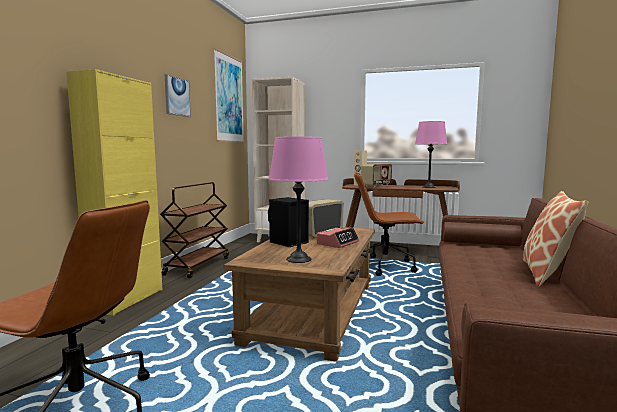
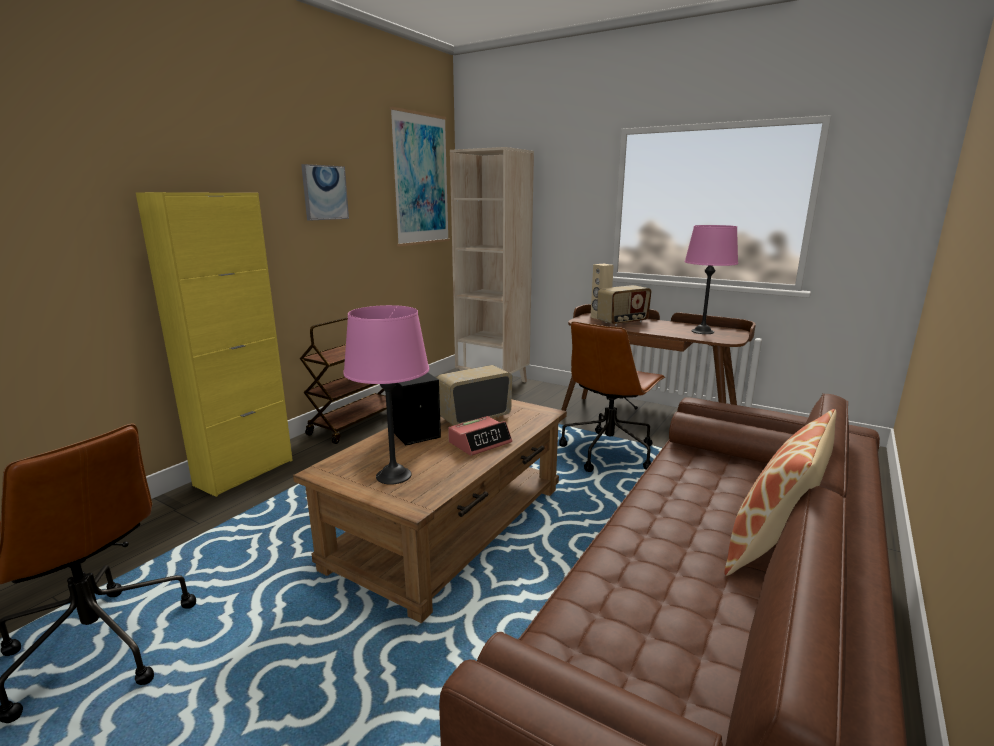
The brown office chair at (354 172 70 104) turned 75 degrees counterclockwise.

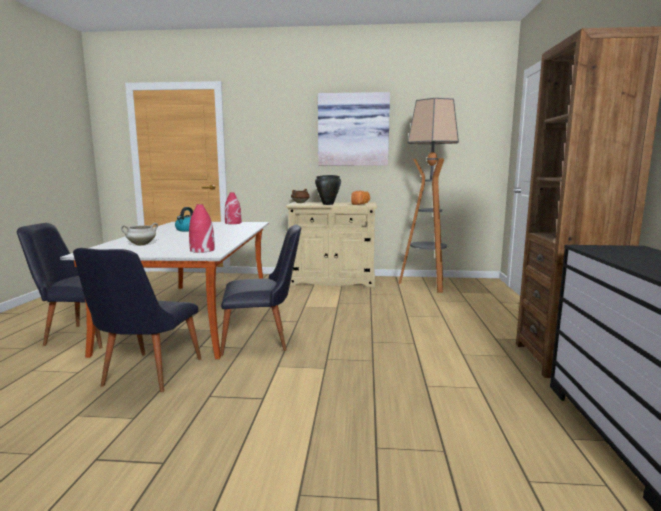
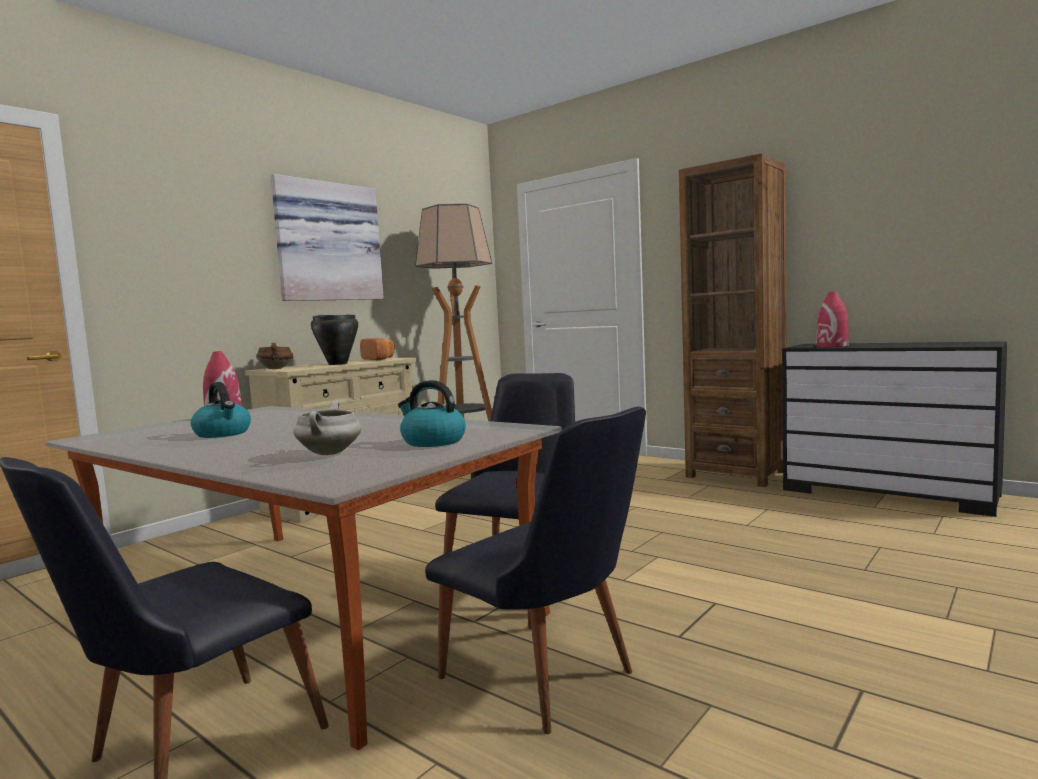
The kettle at (398 380 68 67) appeared. The red vase moved from (189 204 26 49) to (817 291 32 56).

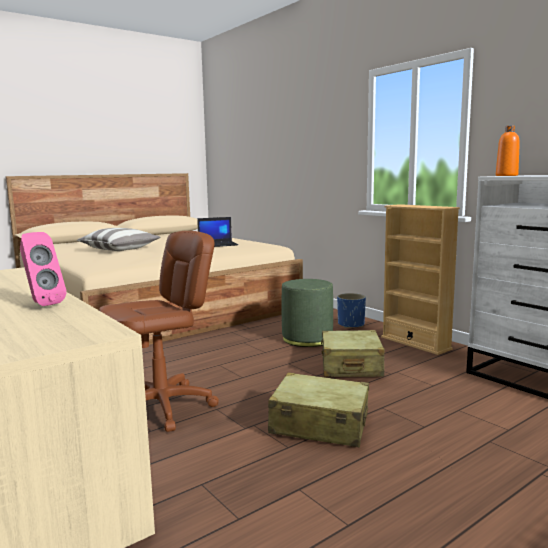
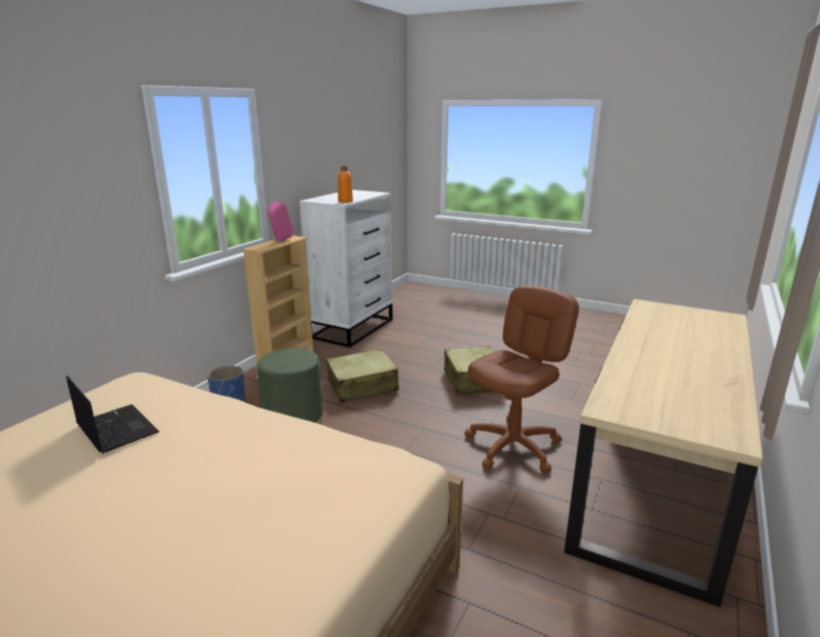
The pink speaker moved from (20 232 46 74) to (268 201 26 41). The brown office chair at (99 231 120 201) turned 105 degrees clockwise. The pillow at (77 228 83 23) disappeared.

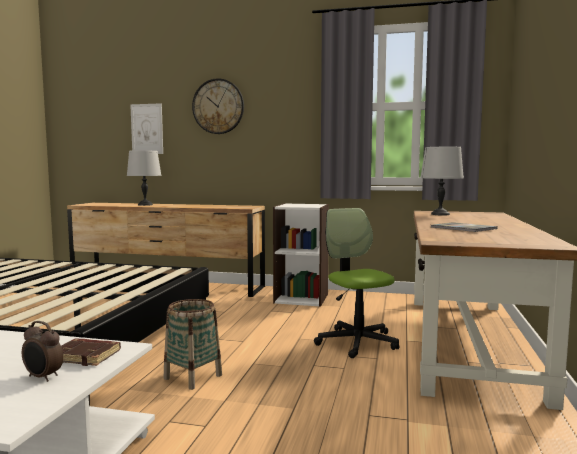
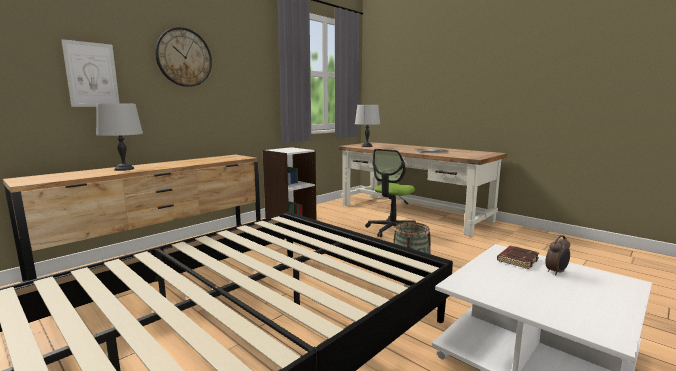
The office chair at (314 208 85 150) turned 60 degrees counterclockwise.

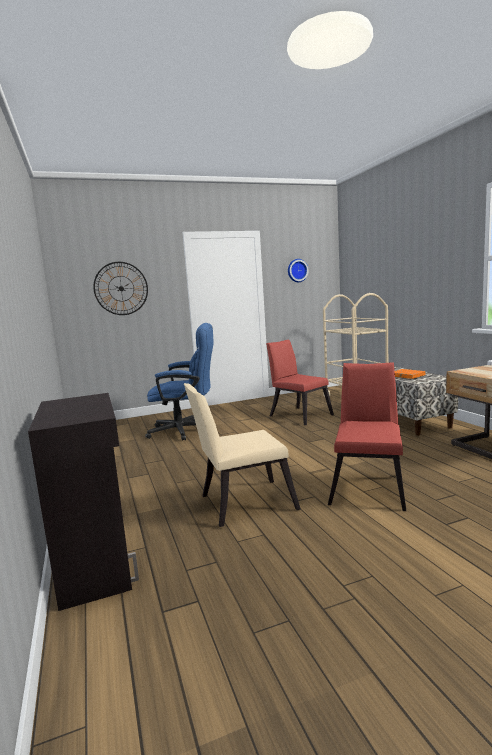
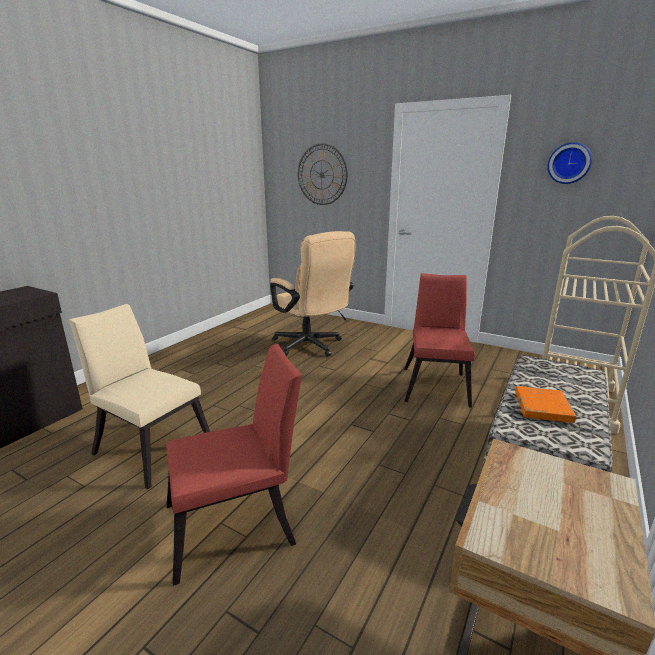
The blue office chair at (145 323 68 118) became the beige office chair at (270 231 86 126).

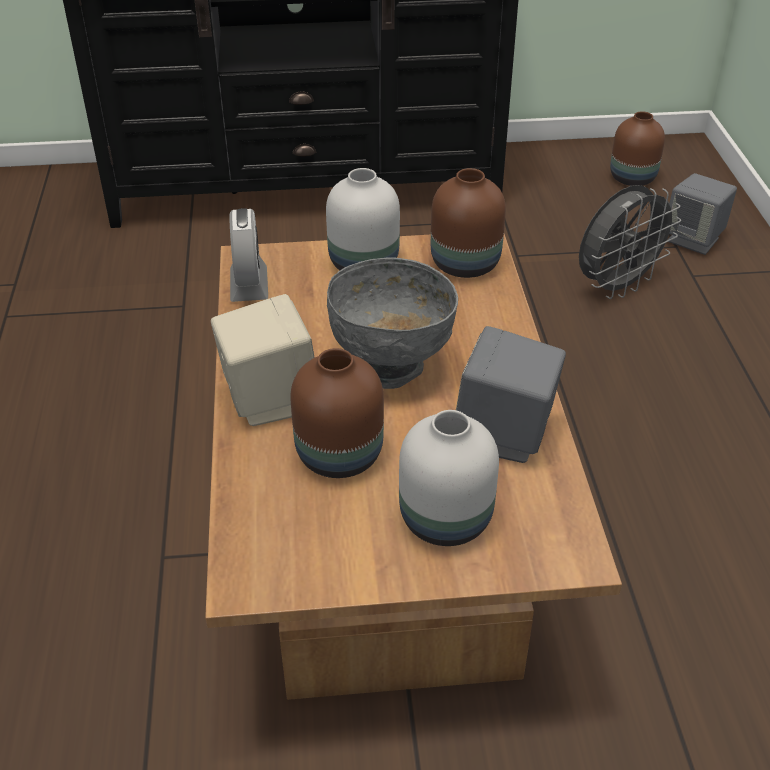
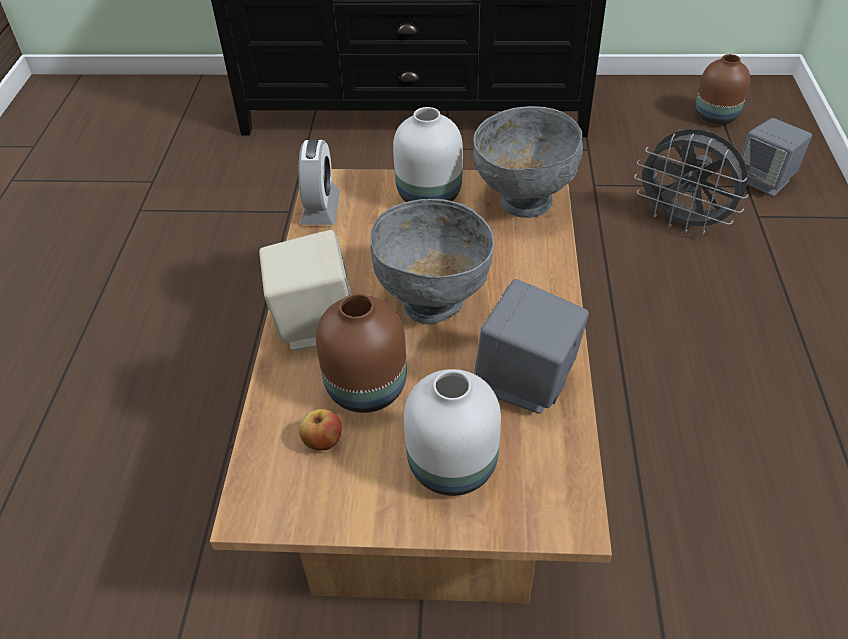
The apple at (299 409 43 42) appeared. The brown vase at (431 168 75 110) was replaced by the grey bowl at (473 106 110 112). The grey fan at (579 185 102 114) turned 60 degrees clockwise.

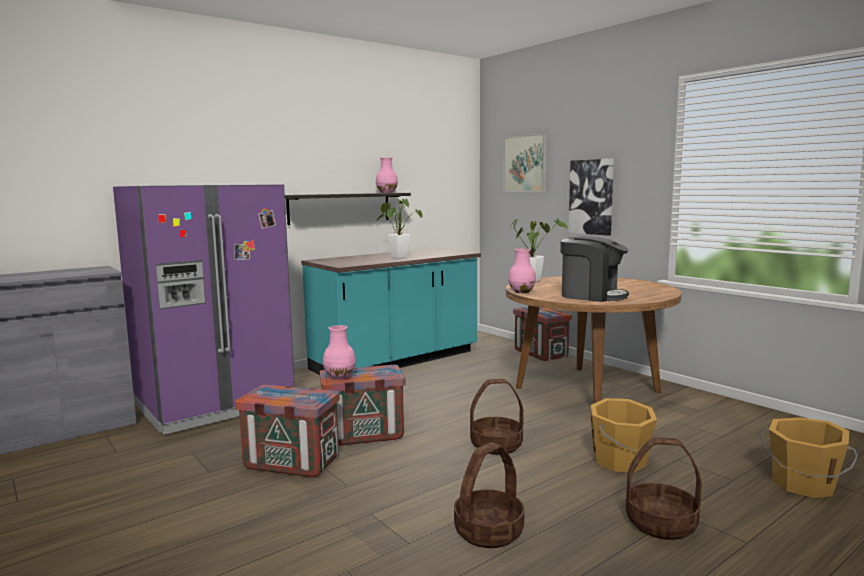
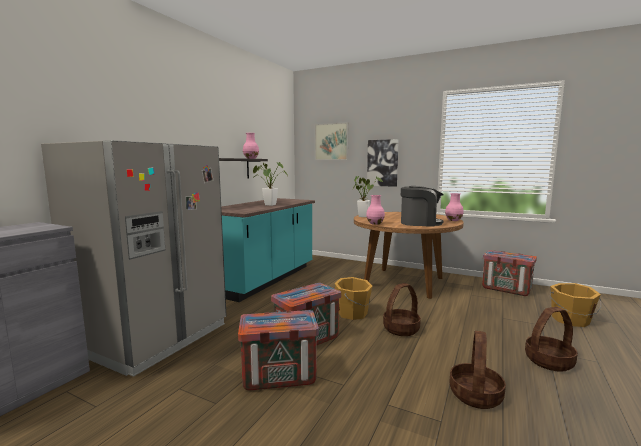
The purple fridge at (113 184 182 251) became the grey fridge at (41 140 186 237). The orange bucket moved from (590 398 67 75) to (334 277 39 43). The pink vase moved from (323 325 33 55) to (445 193 19 28). The crate moved from (513 307 59 54) to (482 250 55 46).

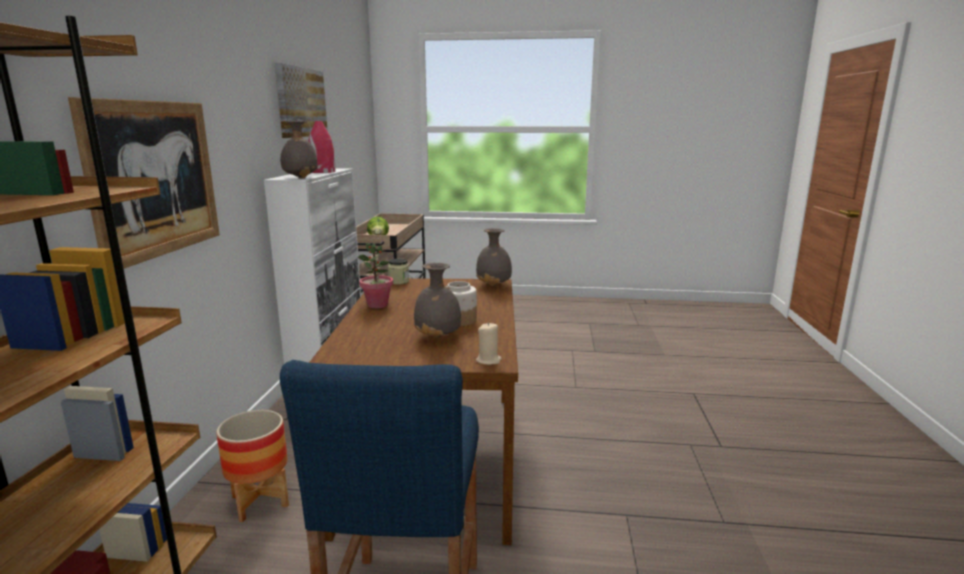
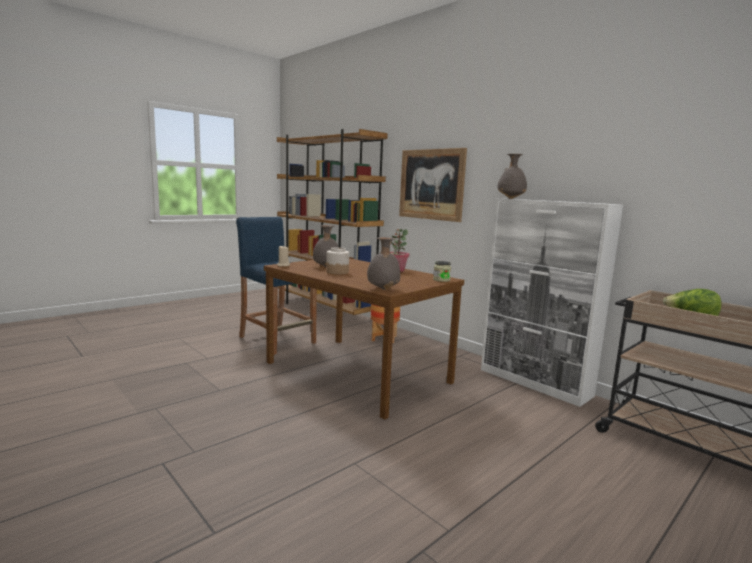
The picture at (275 63 53 75) disappeared. The red vase at (308 121 28 52) disappeared.

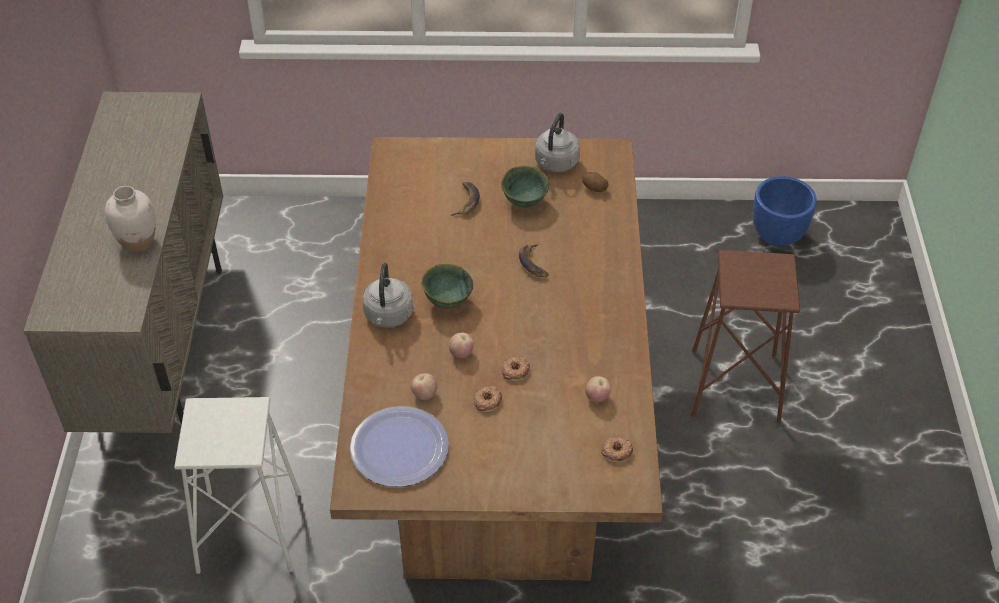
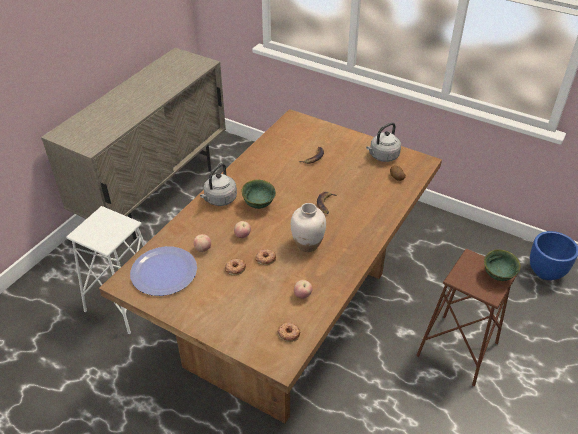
The white vase moved from (105 186 51 66) to (291 203 35 49). The green bowl moved from (501 166 48 42) to (484 249 37 32).

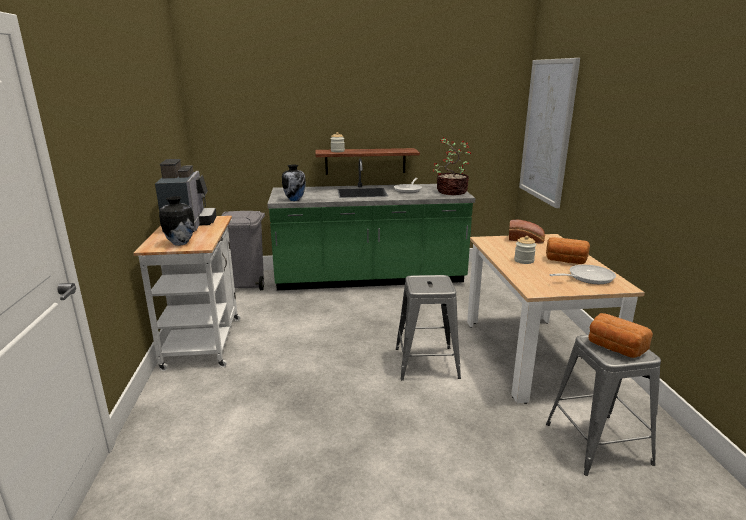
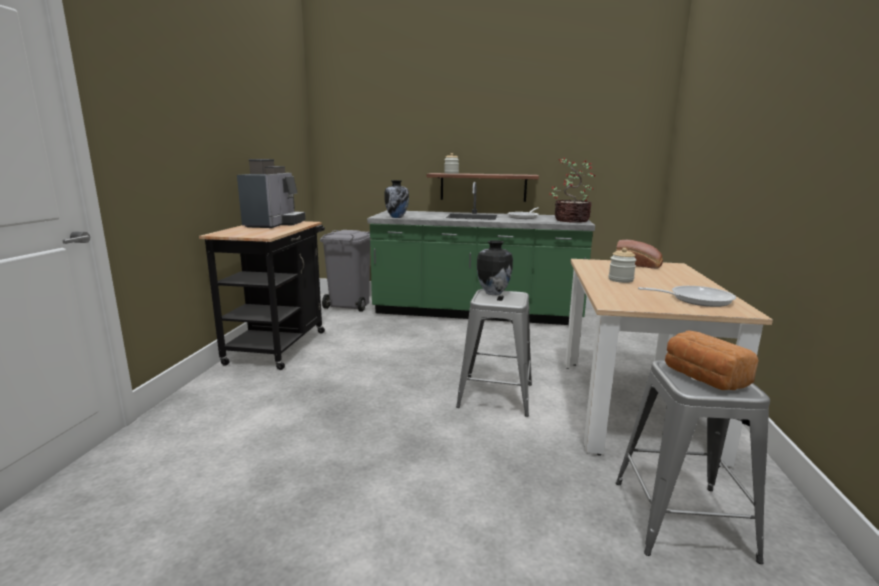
The white cart at (134 216 107 155) became the black cart at (199 221 126 149). The vase moved from (159 196 35 50) to (477 240 36 55). The picture at (519 58 61 150) disappeared. The bread at (546 237 44 27) disappeared.

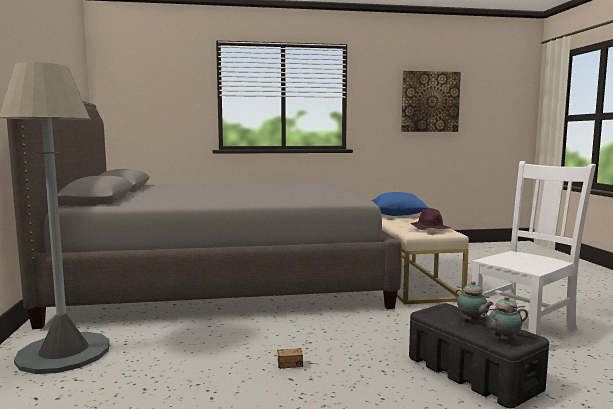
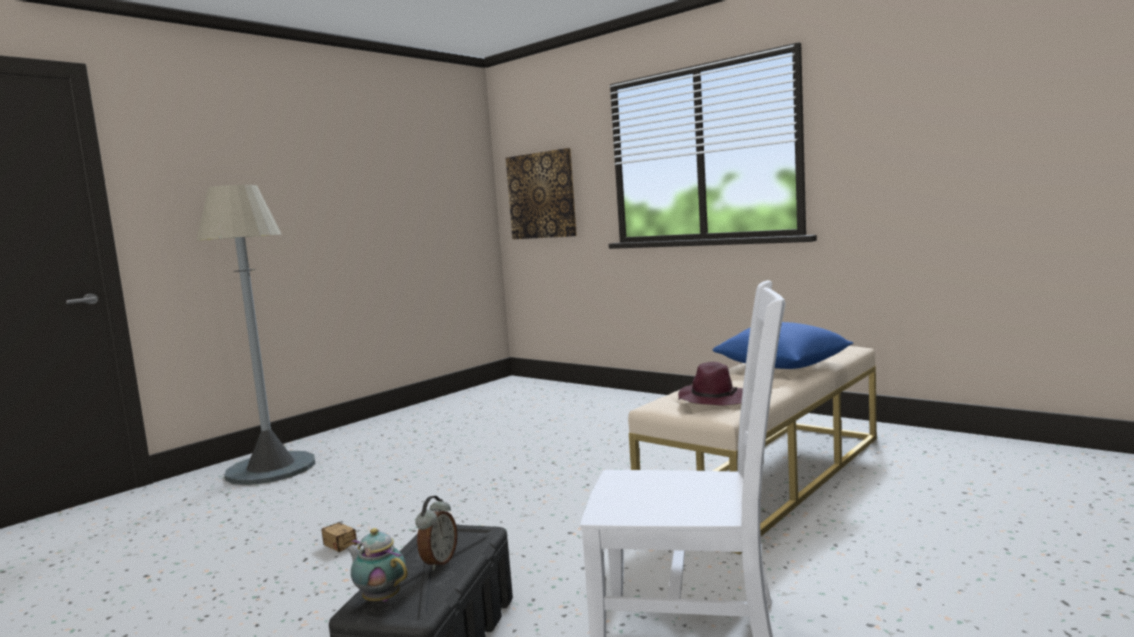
The teapot at (455 281 39 41) was replaced by the alarm clock at (415 496 42 74). The picture moved from (401 71 60 61) to (506 148 71 91). The grey bed at (7 101 395 228) disappeared.

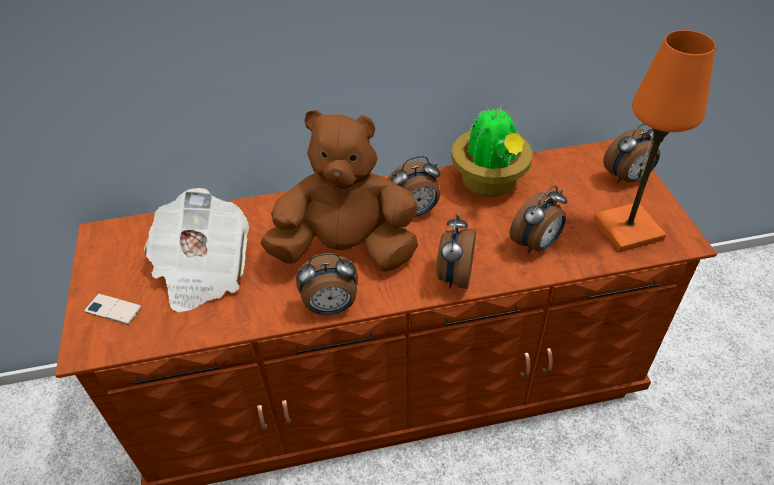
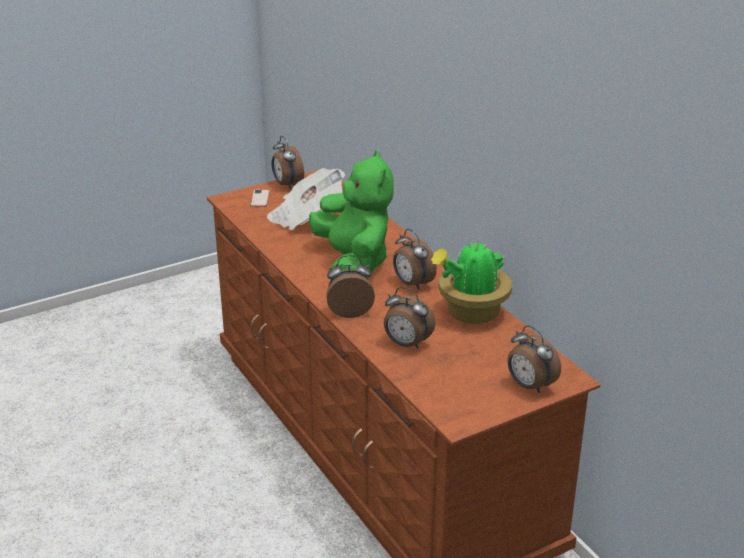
The alarm clock moved from (296 253 62 62) to (272 136 32 53). The brown plush toy at (260 110 158 162) became the green plush toy at (309 150 85 129). The orange table lamp at (593 30 123 222) disappeared.

